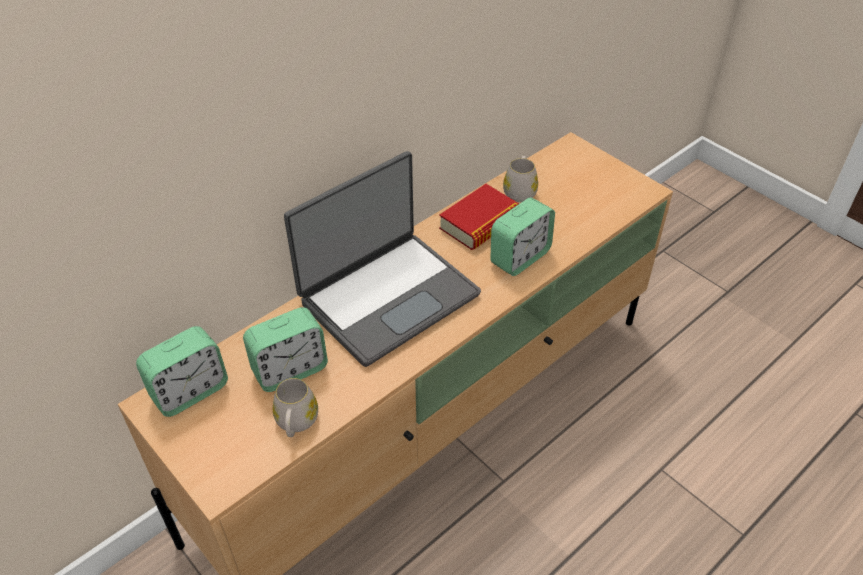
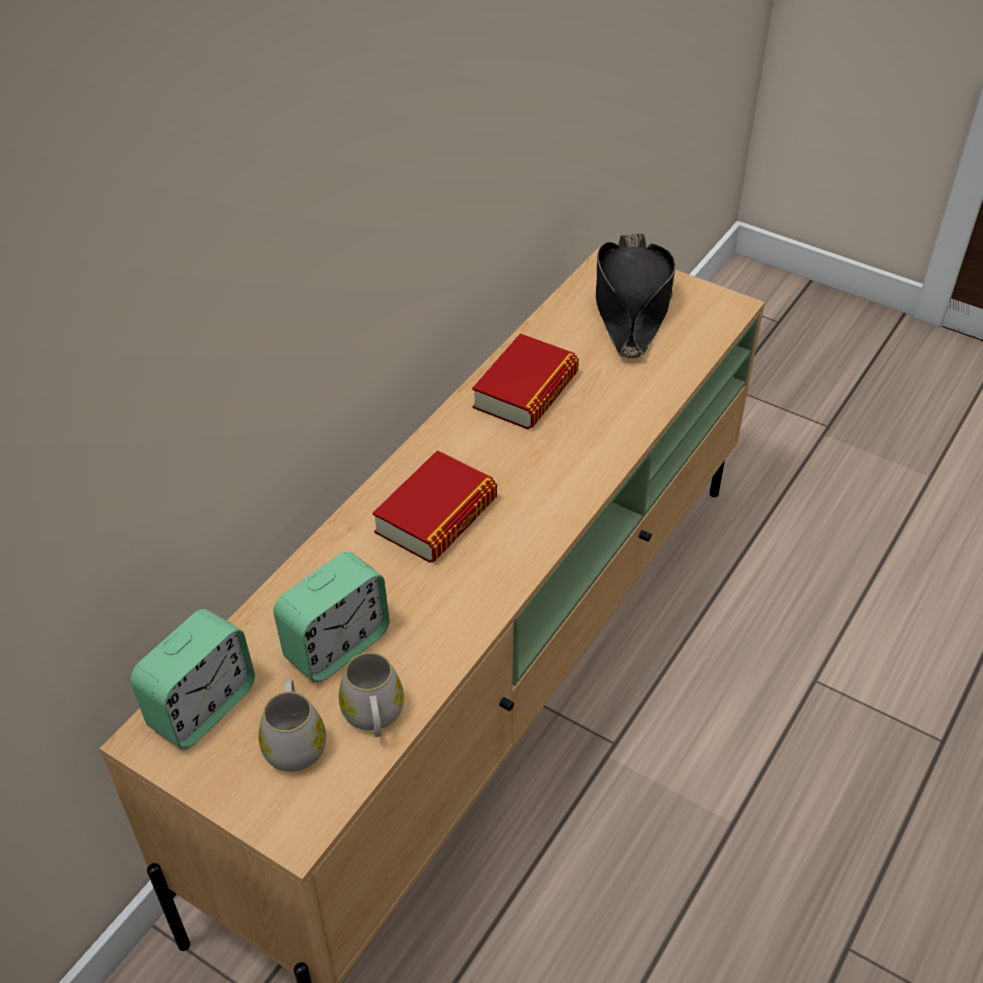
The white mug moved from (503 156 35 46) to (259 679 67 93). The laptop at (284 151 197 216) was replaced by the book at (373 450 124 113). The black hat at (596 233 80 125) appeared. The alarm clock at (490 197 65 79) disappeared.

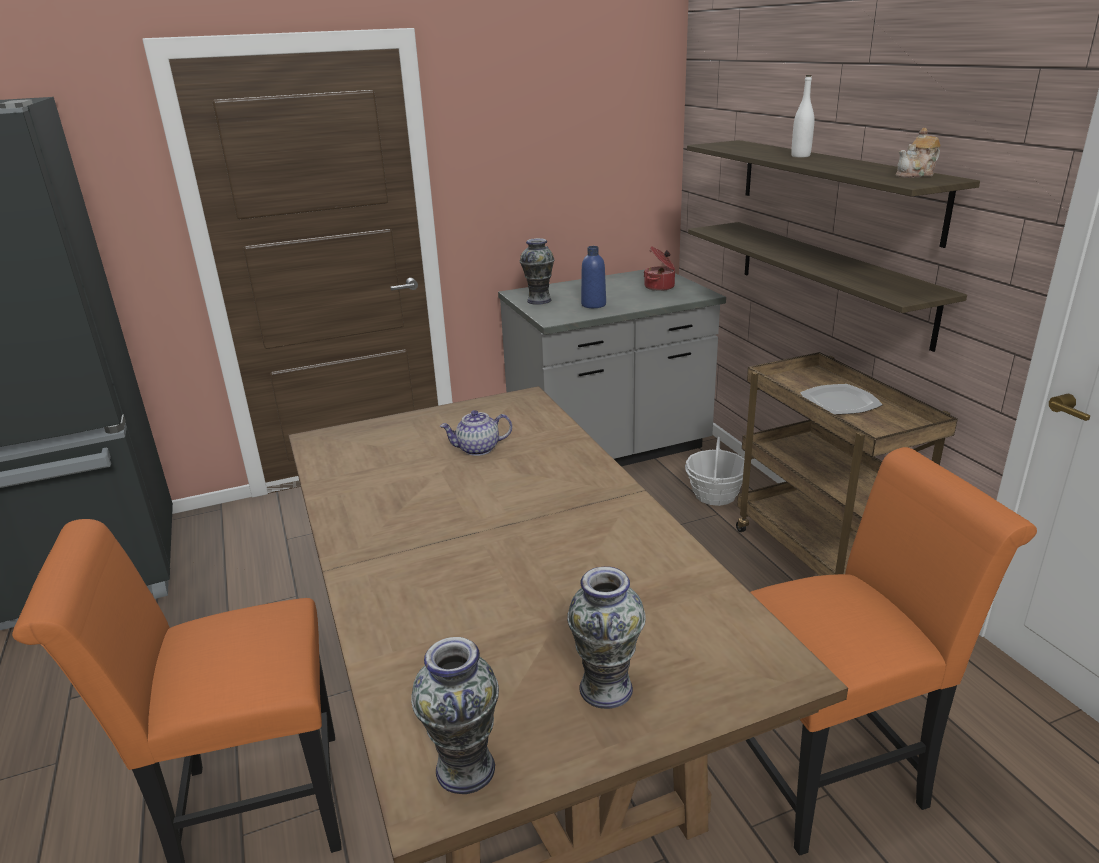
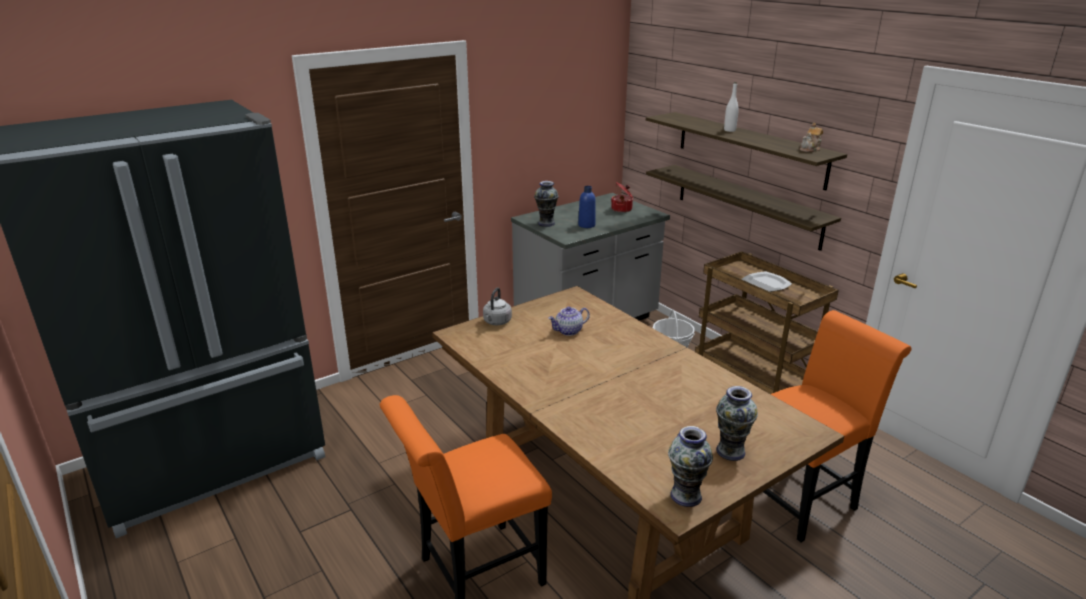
The grey kettle at (483 287 29 38) appeared.

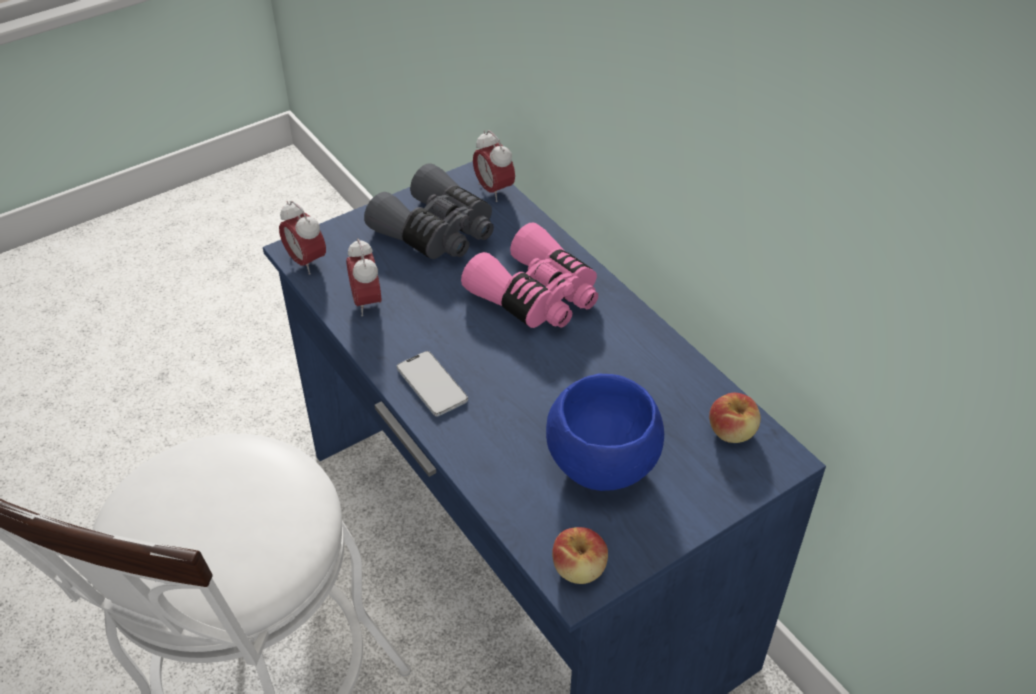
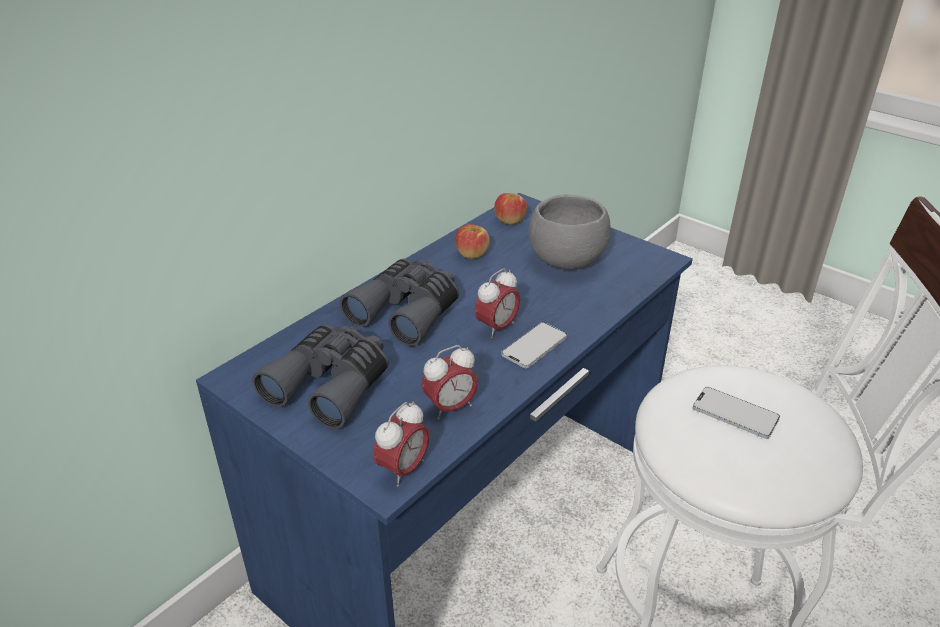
The pink binoculars at (461 222 137 106) became the grey binoculars at (340 259 119 87). The apple moved from (552 527 56 57) to (455 224 35 35). The alarm clock moved from (473 130 42 72) to (475 268 45 70). The blue bowl at (546 374 118 117) became the grey bowl at (529 194 82 75). The phone at (693 387 87 52) appeared.

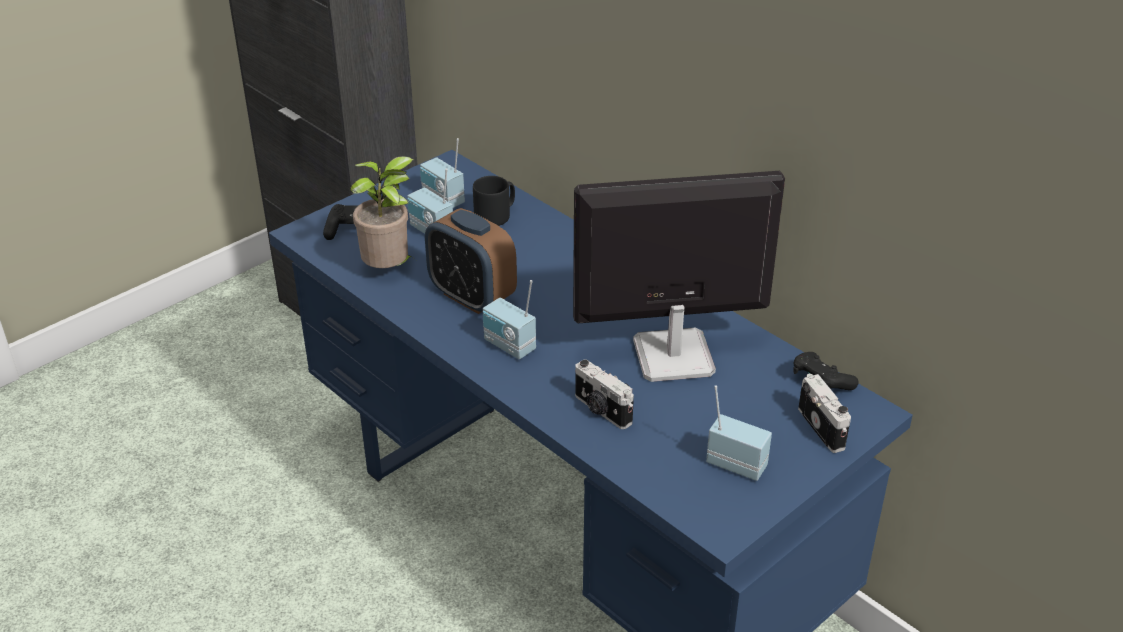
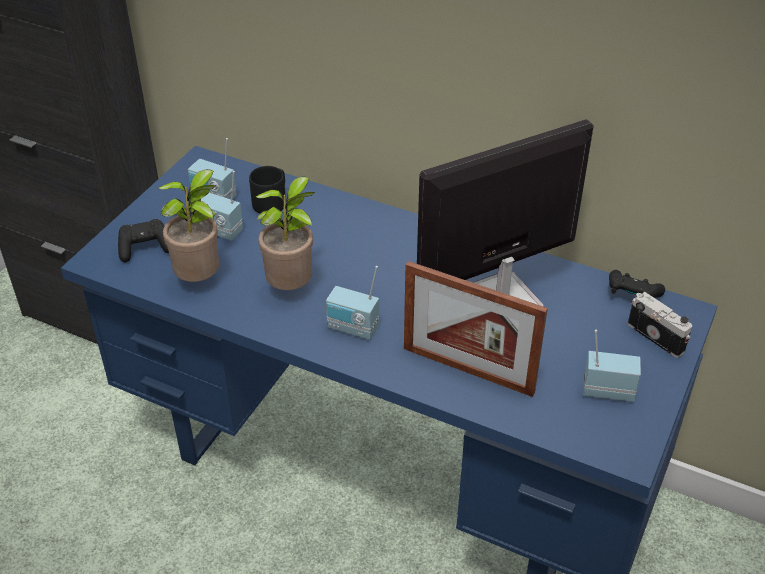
The alarm clock at (425 208 92 106) was replaced by the potted plant at (255 176 60 114). The photo camera at (575 359 59 70) was replaced by the picture frame at (404 261 144 136).

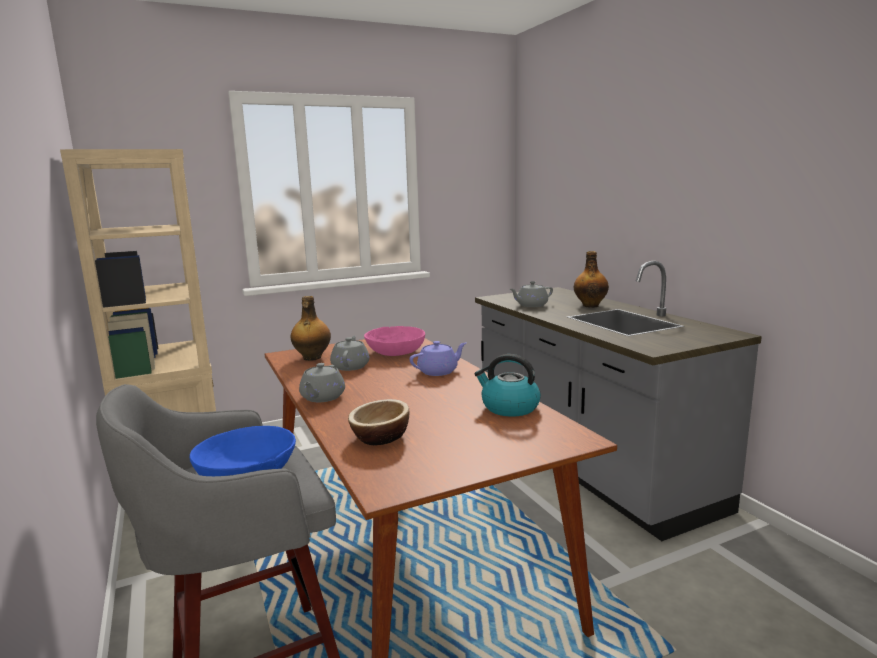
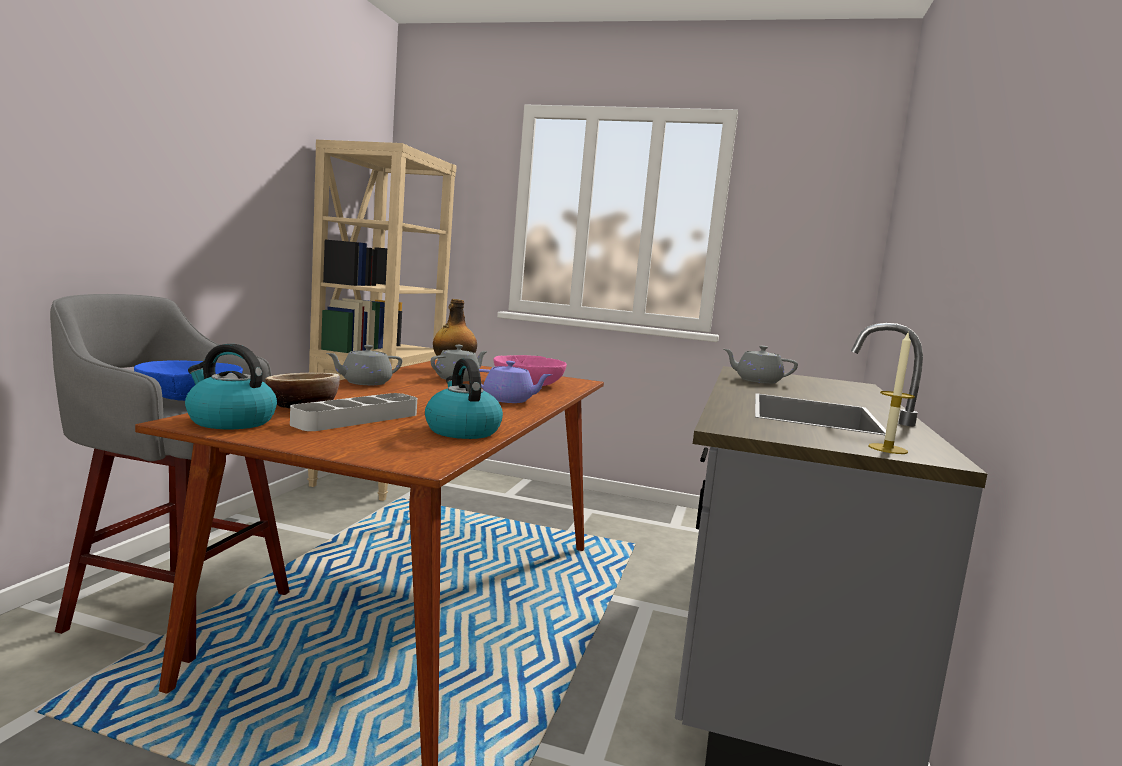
The kettle at (185 344 92 85) appeared. The grey tray at (290 393 127 38) appeared. The candle at (868 331 47 123) appeared. The bottle at (574 251 35 57) disappeared.

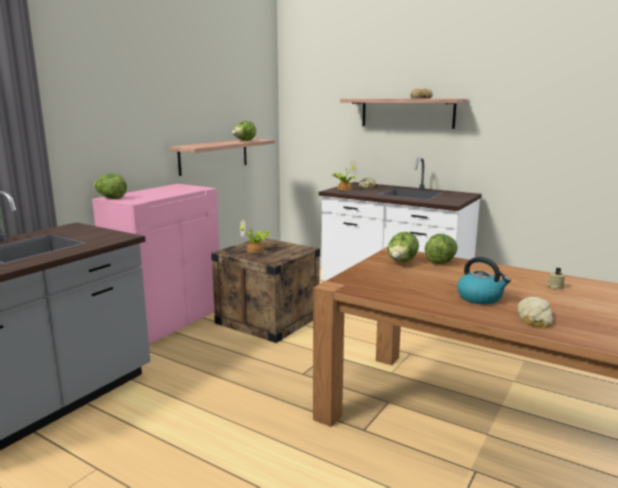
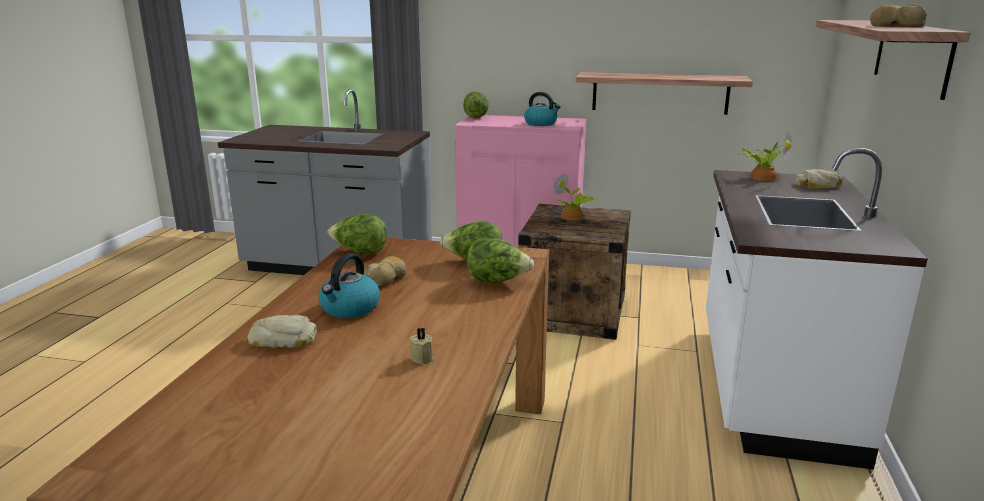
The lettuce moved from (232 121 24 20) to (328 214 59 40). The bread at (364 256 43 32) appeared. The kettle at (524 92 36 34) appeared.

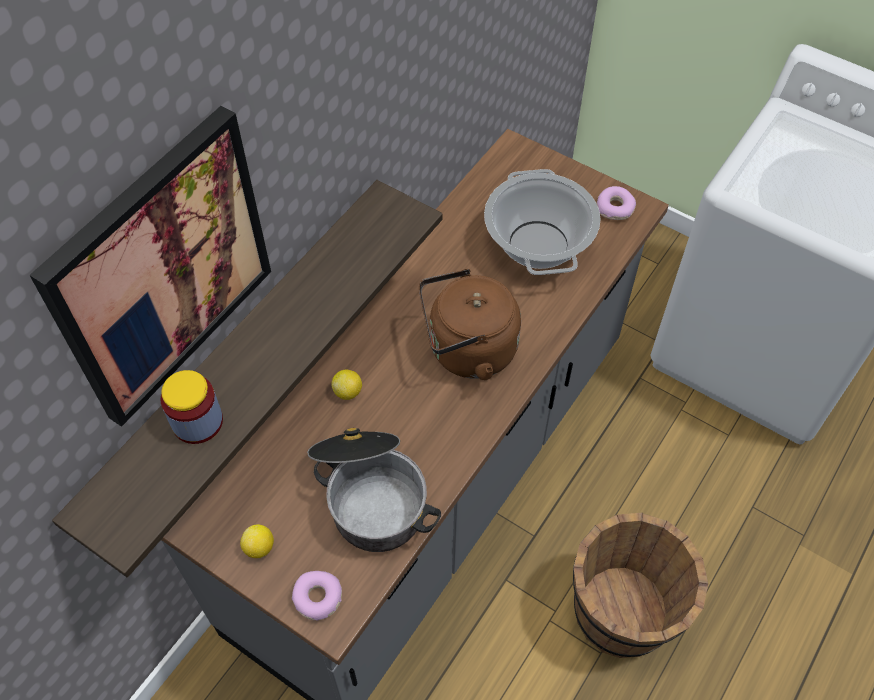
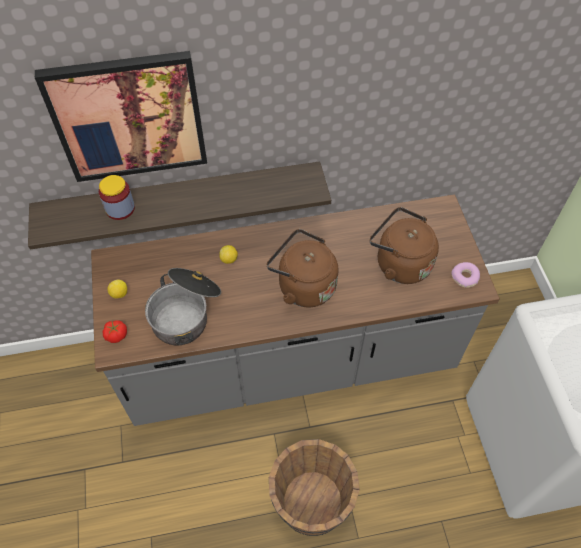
The donut at (292 571 50 50) was replaced by the tomato at (103 320 24 23). The cooking pot at (484 169 117 106) was replaced by the brown kettle at (370 207 69 77).

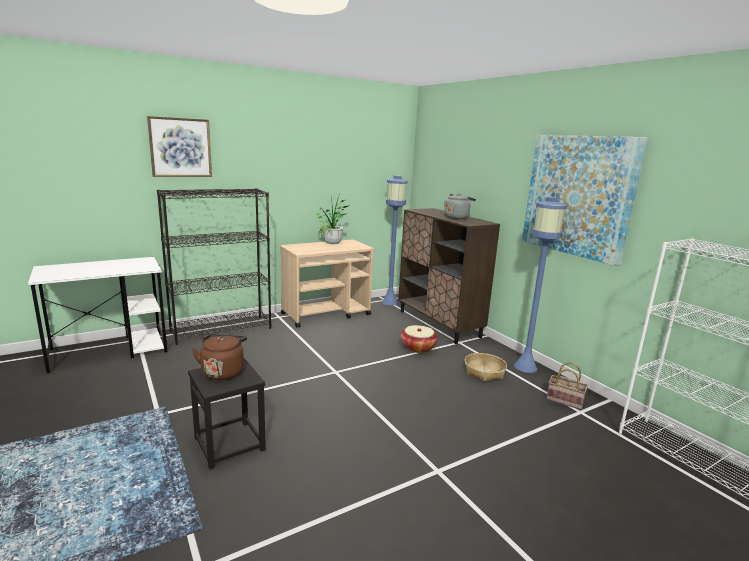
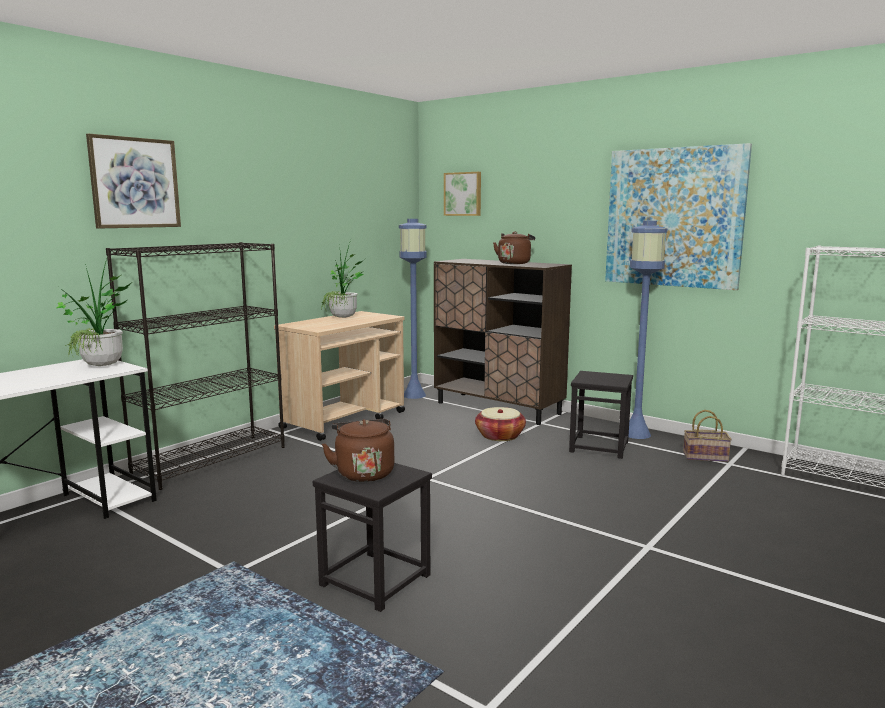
The potted plant at (56 255 75 111) appeared. The picture at (444 172 37 44) appeared. The grey kettle at (444 194 32 25) became the brown kettle at (493 231 42 33). The basket at (464 353 43 29) was replaced by the black stool at (569 371 64 88).

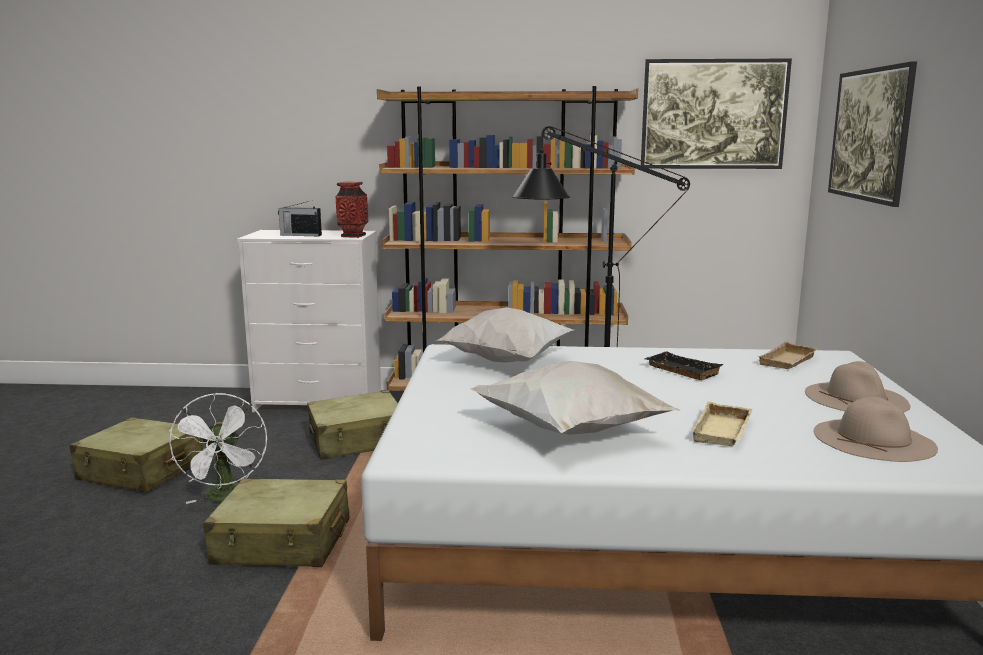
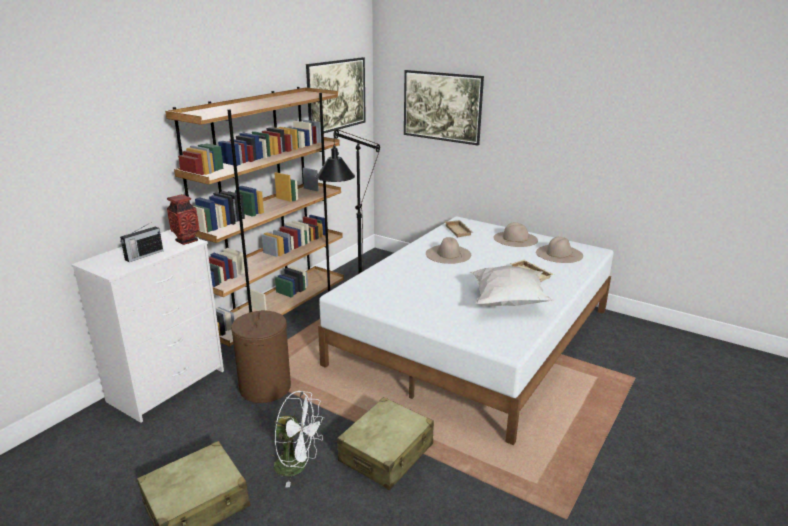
The beige suitcase at (307 390 91 70) was replaced by the brown laundry basket at (231 310 60 93). The black tray at (645 351 79 29) was replaced by the beige hat at (426 237 45 27). The white pillow at (436 307 139 56) disappeared.

